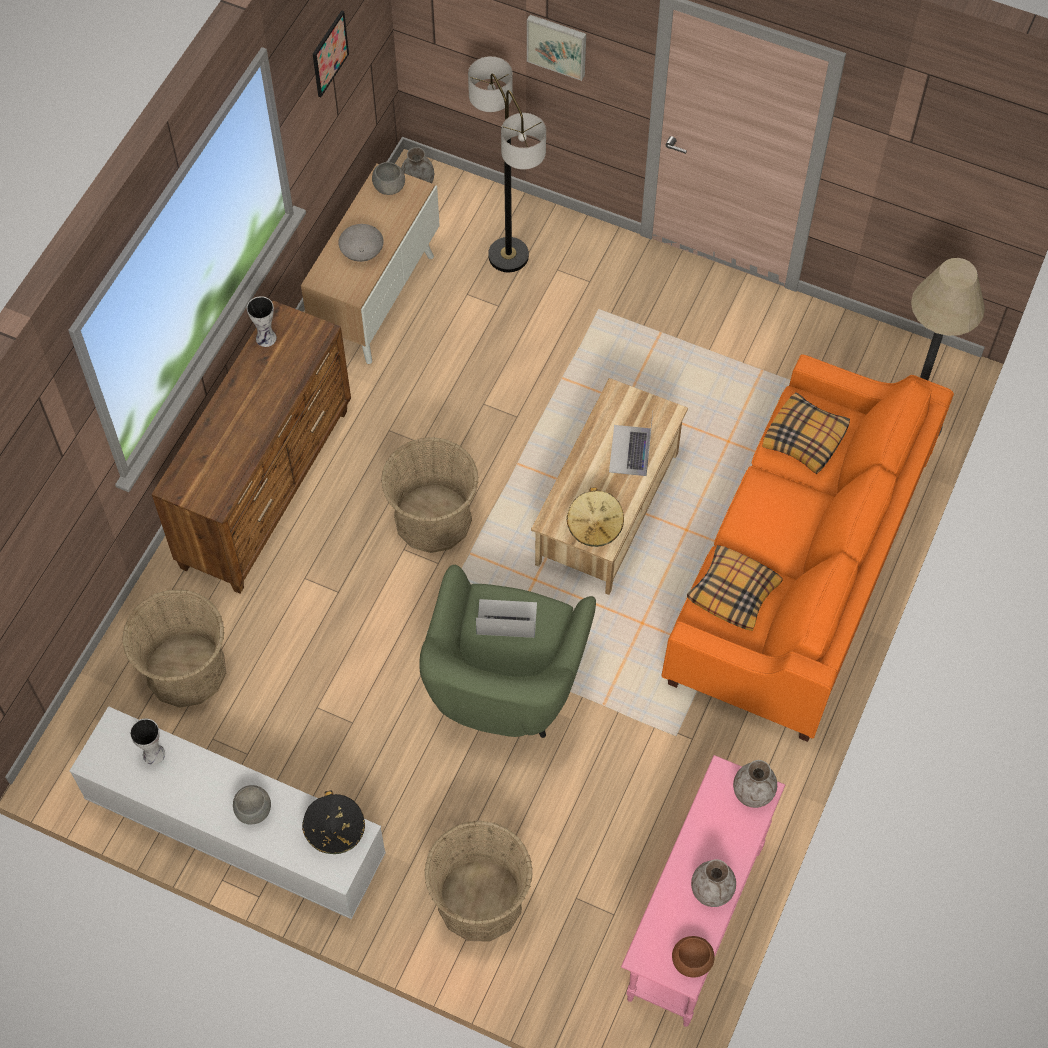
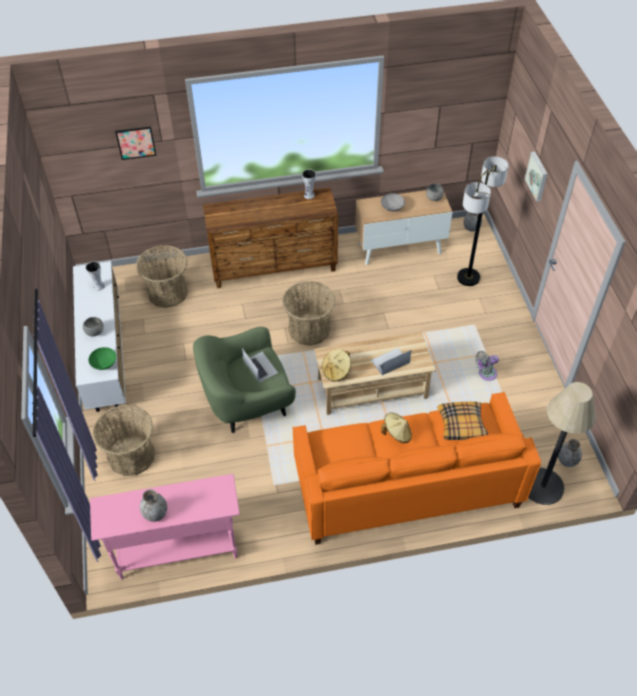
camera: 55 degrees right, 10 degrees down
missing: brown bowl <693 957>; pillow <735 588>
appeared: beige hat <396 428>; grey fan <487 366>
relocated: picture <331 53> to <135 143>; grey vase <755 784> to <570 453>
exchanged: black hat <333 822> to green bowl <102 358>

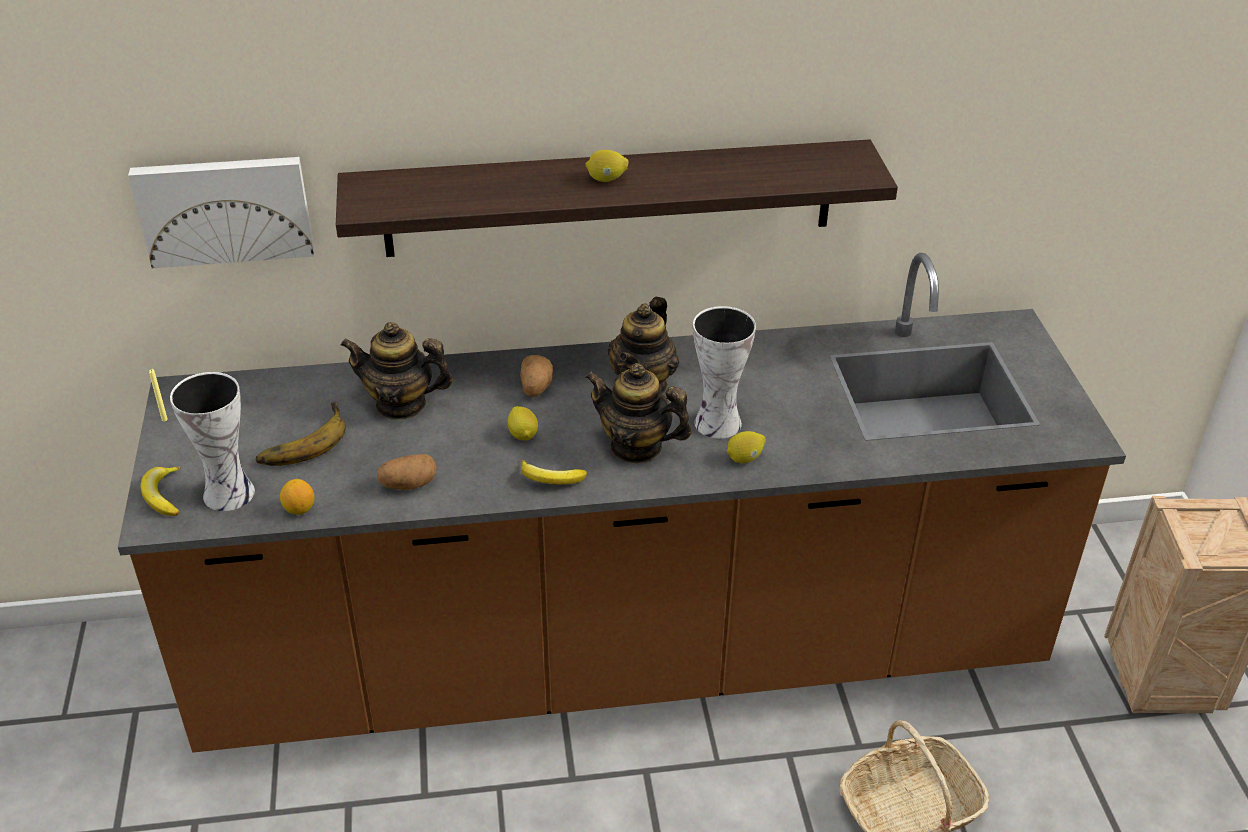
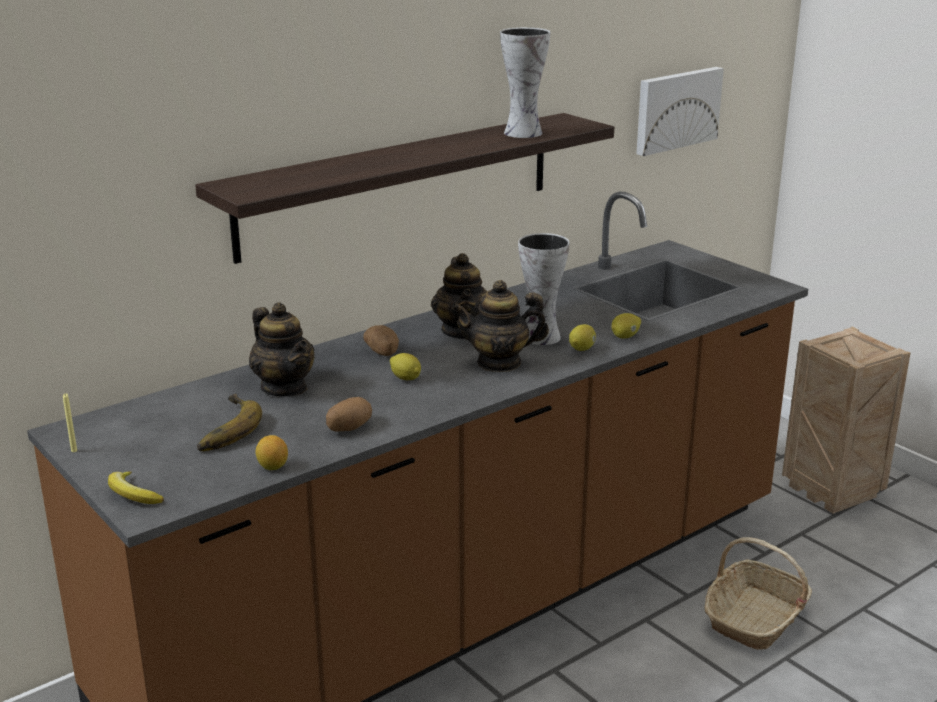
camera: 30 degrees left, 15 degrees down
missing: banana <554 472>
relocated: picture <221 212> to <680 111>; vase <212 441> to <525 82>; lemon <606 166> to <626 326>
spun: teapot <396 371> = <282 350> 105 degrees counterclockwise

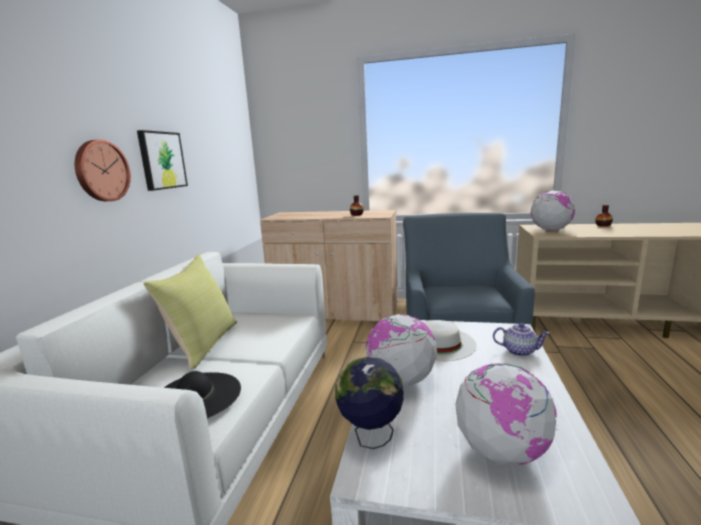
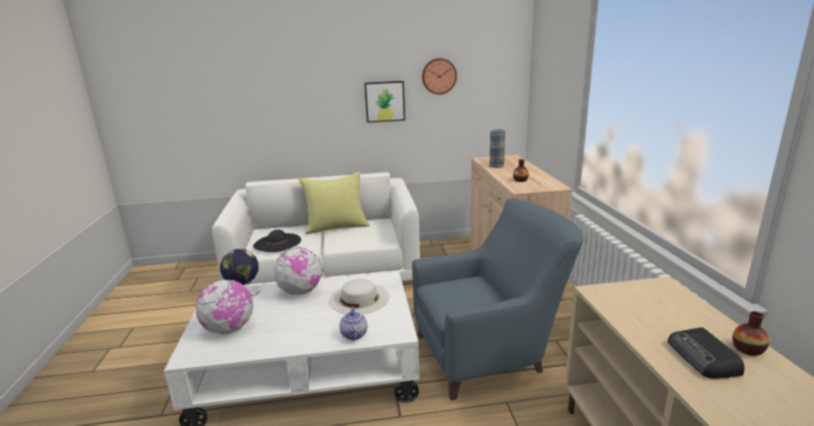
camera: 70 degrees right, 5 degrees up
missing: globe <552 211>
appeared: vase <497 148>; radio <706 353>
relocated: wall clock <103 170> to <439 76>

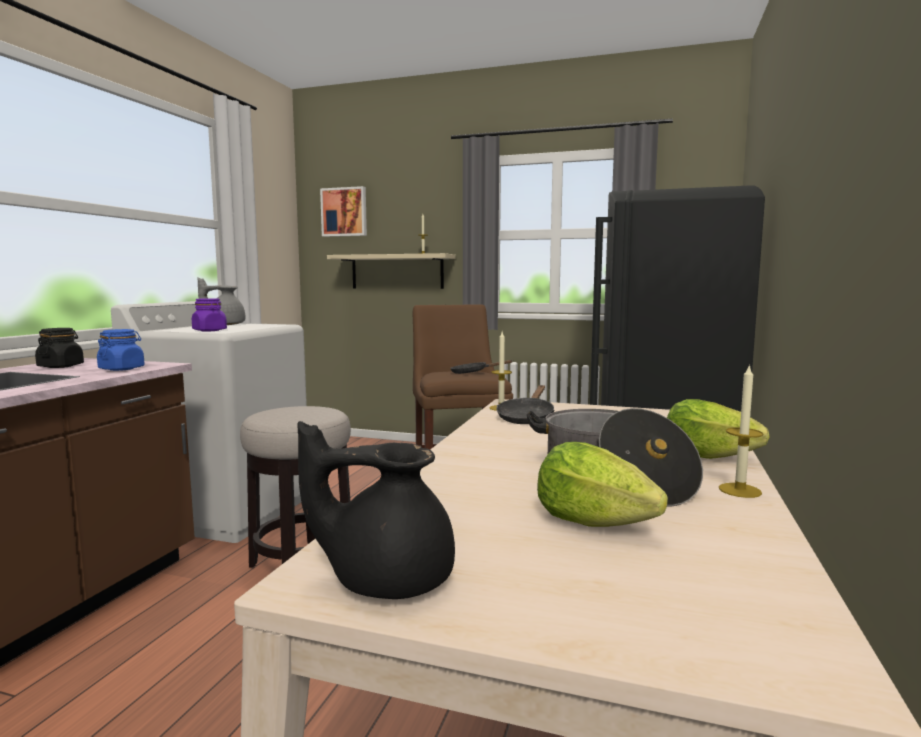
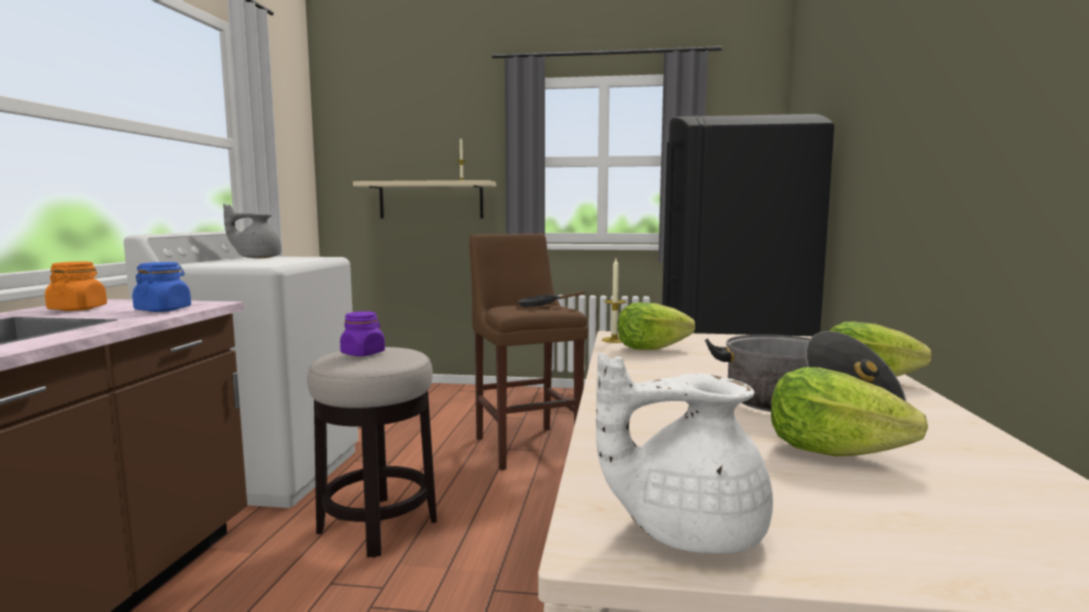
camera: 10 degrees left, 0 degrees up
missing: picture <343 211>; candle <741 431>
relocated: purple jar <209 314> to <362 333>
exchanged: black frying pan <525 404> to lettuce <656 326>
colour: black jar <59 348> to orange jar <76 286>; black teapot <376 510> to white teapot <684 453>

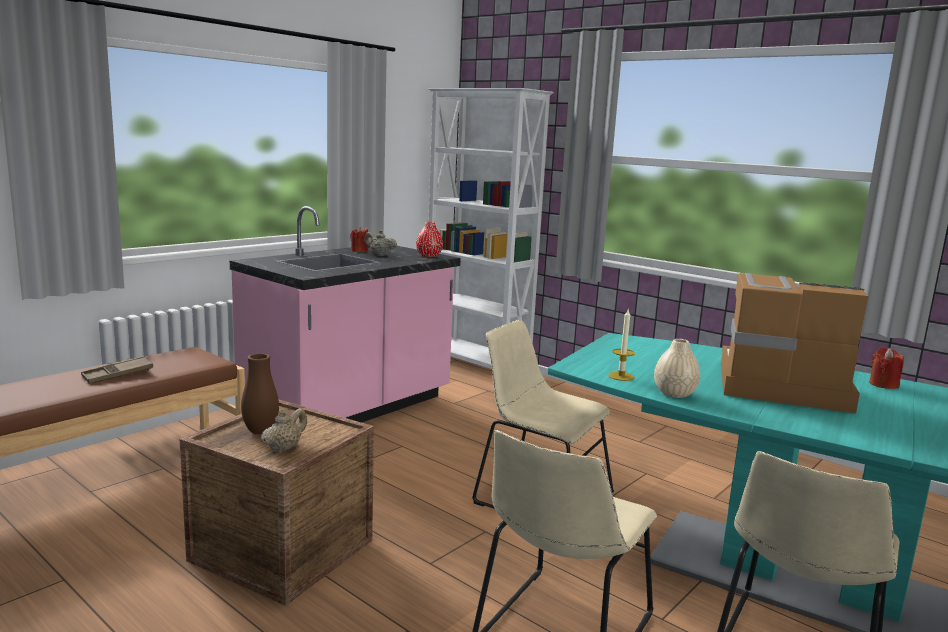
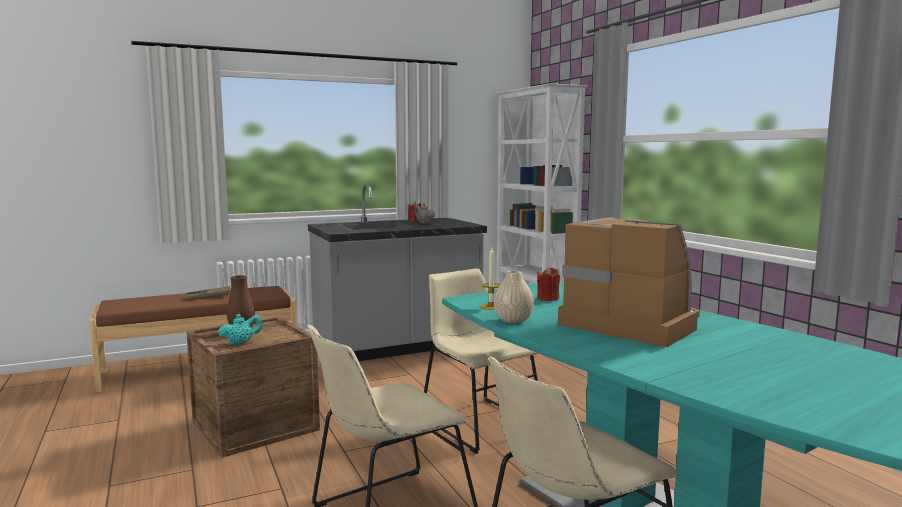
camera: 25 degrees right, 5 degrees down
missing: red vase <429 239>
relocated: red candle <886 368> to <548 284>
colour: pink counter <345 314> to grey counter <397 272>; beige teapot <284 430> to turquoise teapot <240 329>

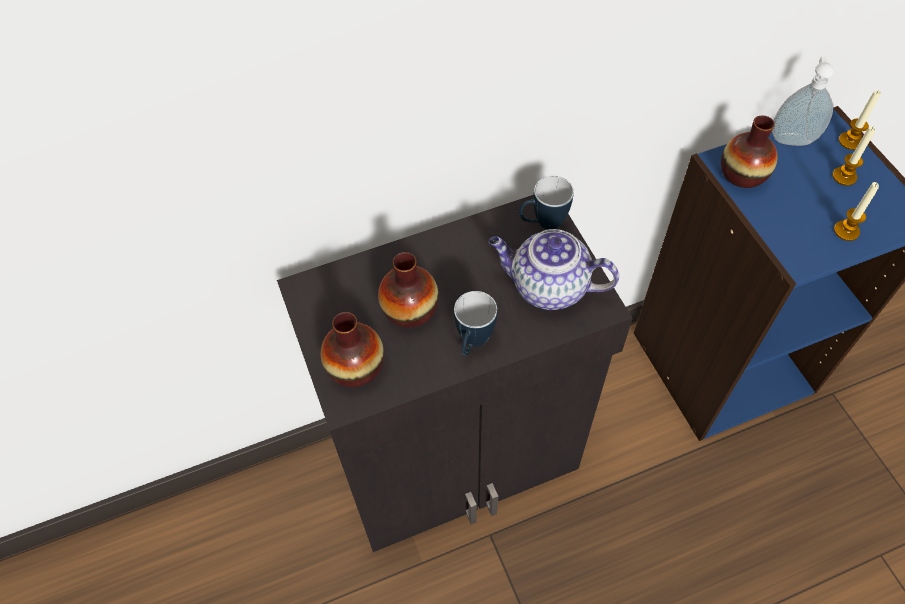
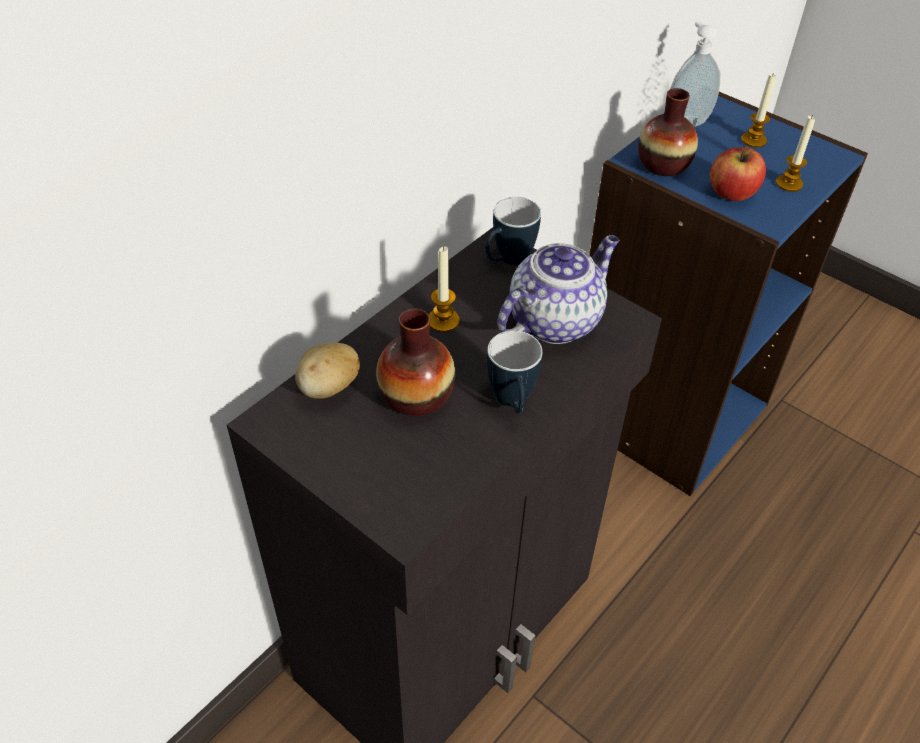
camera: 30 degrees left, 10 degrees down
missing: vase <352 349>
appeared: potato <327 371>; apple <738 173>
relocated: candle <860 120> to <444 289>
spun: teapot <554 269> = <558 289> 150 degrees clockwise

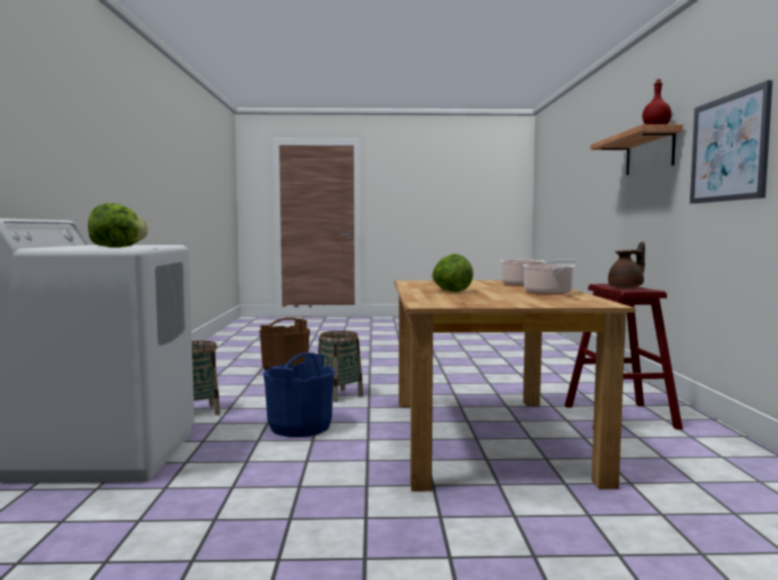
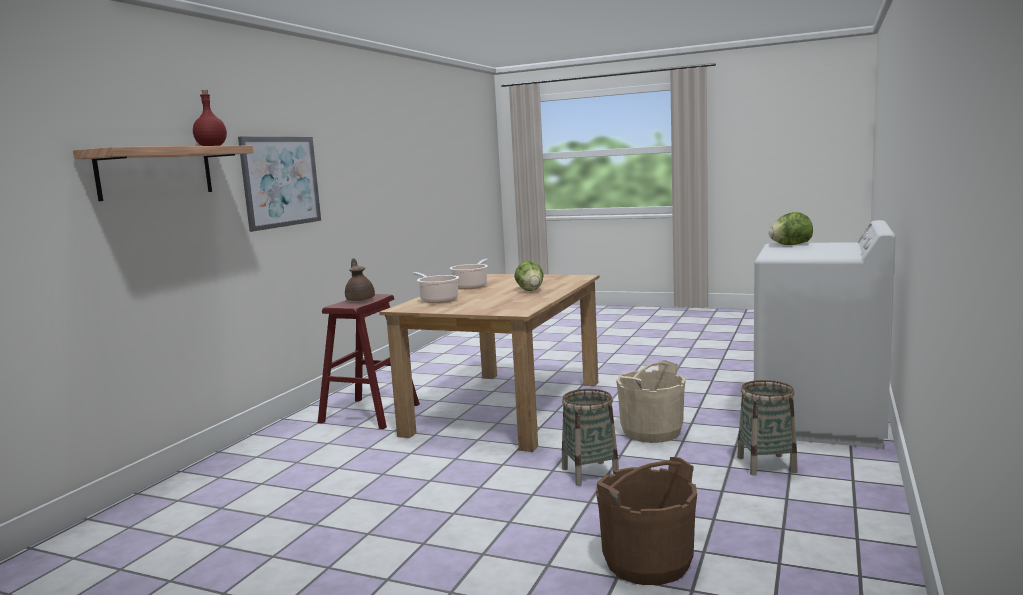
camera: 155 degrees left, 5 degrees up
colour: blue bucket <298 394> to beige bucket <651 401>
spun: brown teapot <626 265> = <360 279> 75 degrees clockwise

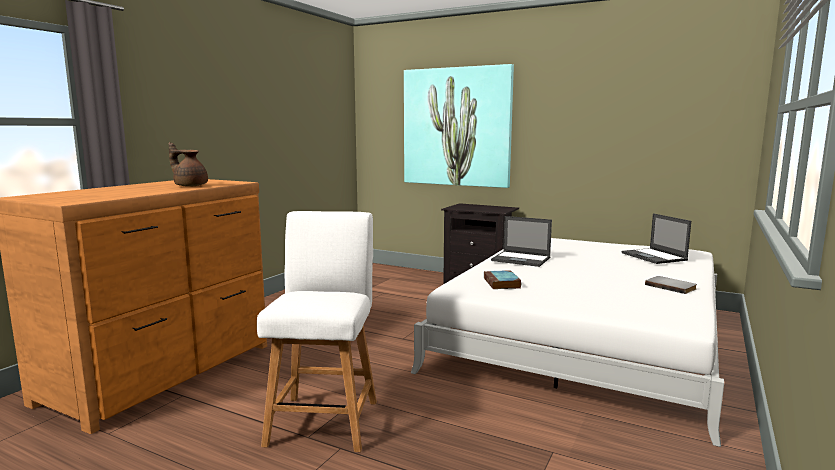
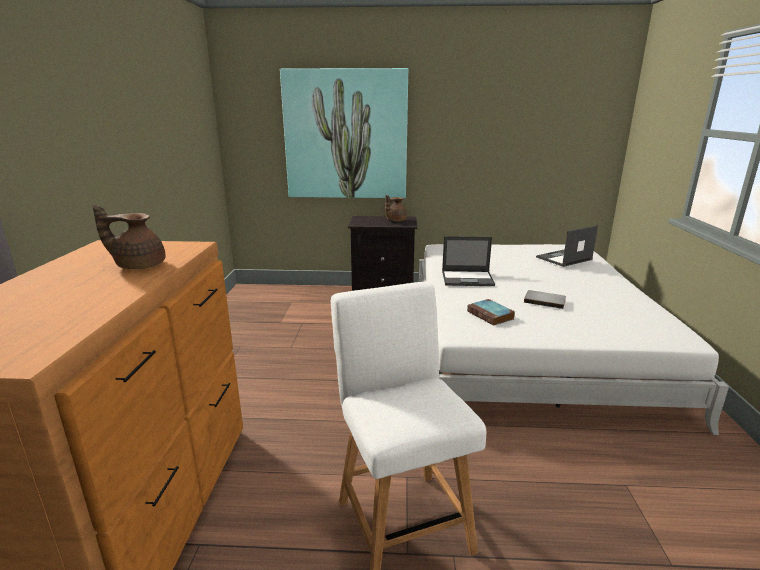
camera: 25 degrees left, 10 degrees up
appeared: brown teapot <396 208>
relocated: grey book <671 285> to <545 299>
spun: laptop <656 238> = <567 246> 105 degrees clockwise

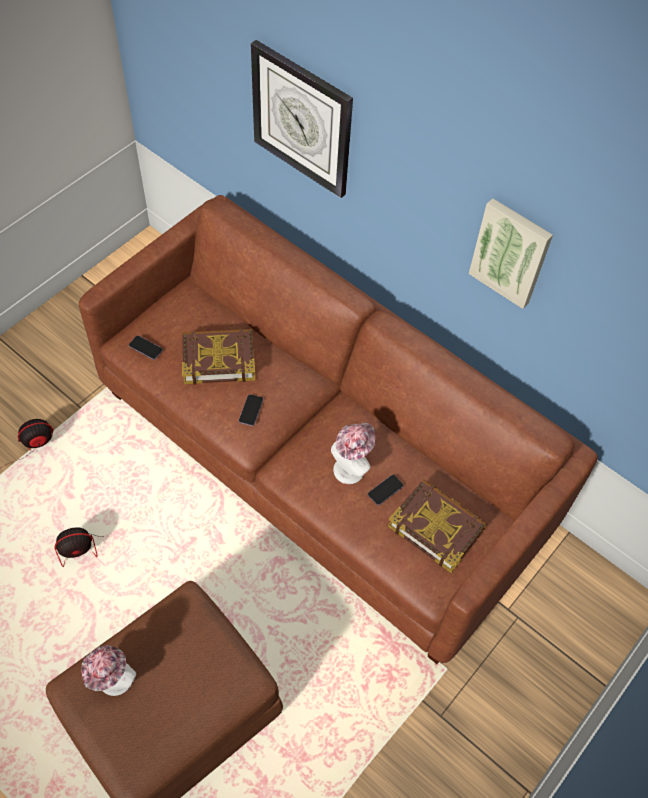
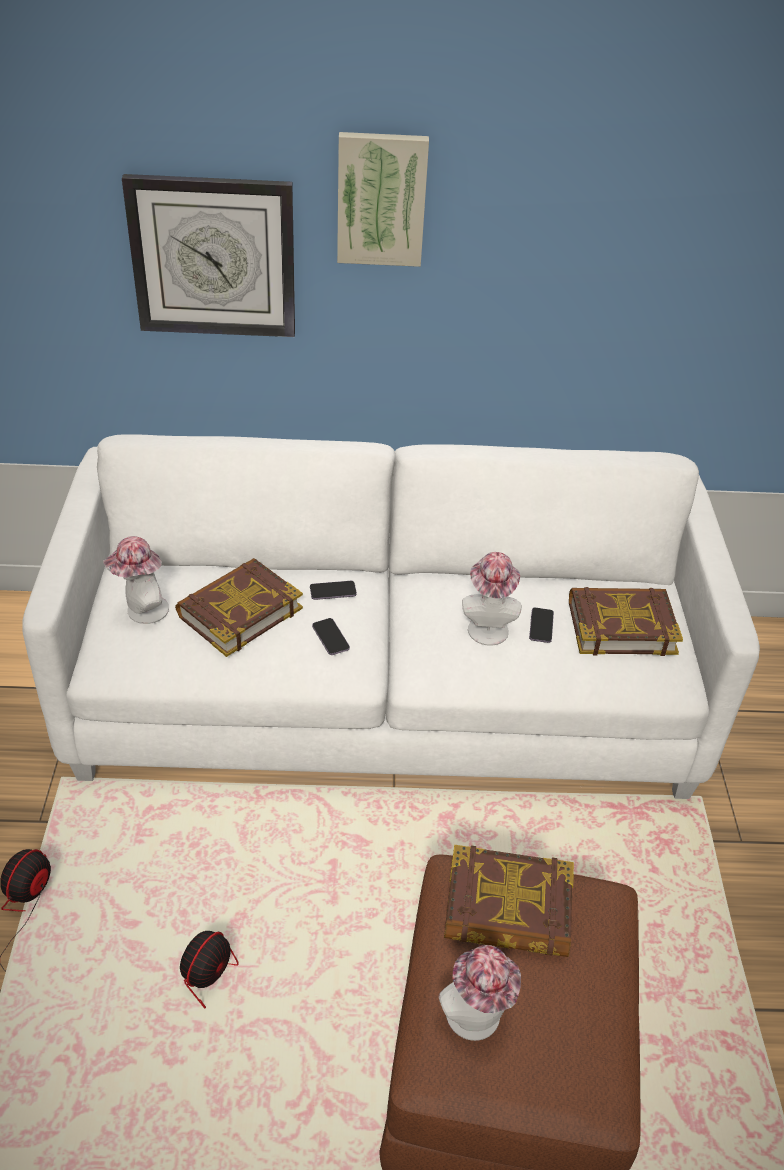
camera: 40 degrees left, 15 degrees down
appeared: hat <136 580>; book <509 901>
relocated: phone <146 348> to <333 590>; picture <511 253> to <383 199>
colour: brown sofa <338 429> to white sofa <391 616>

